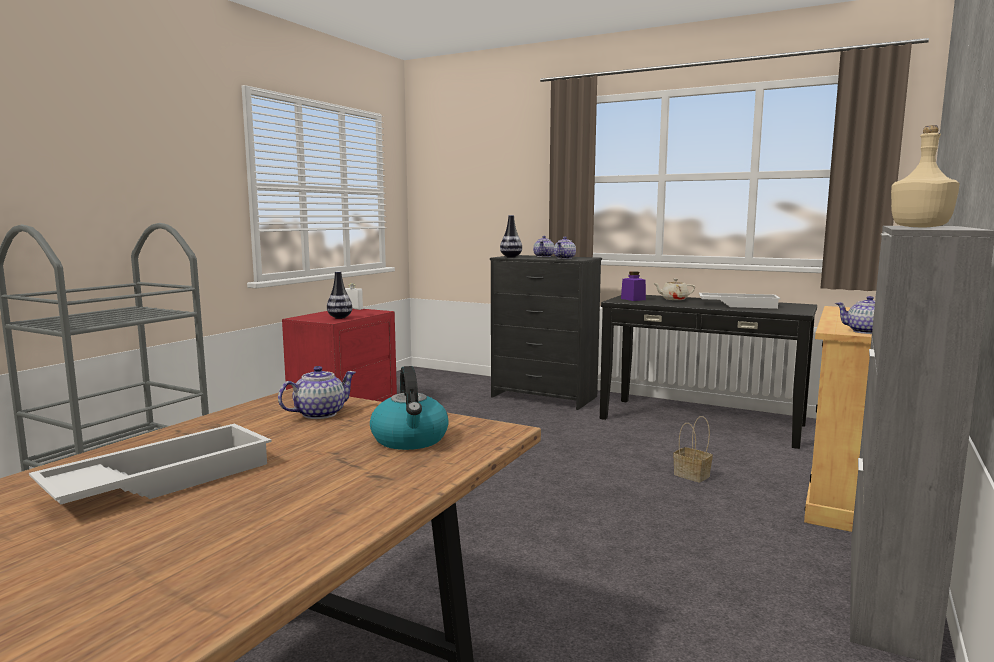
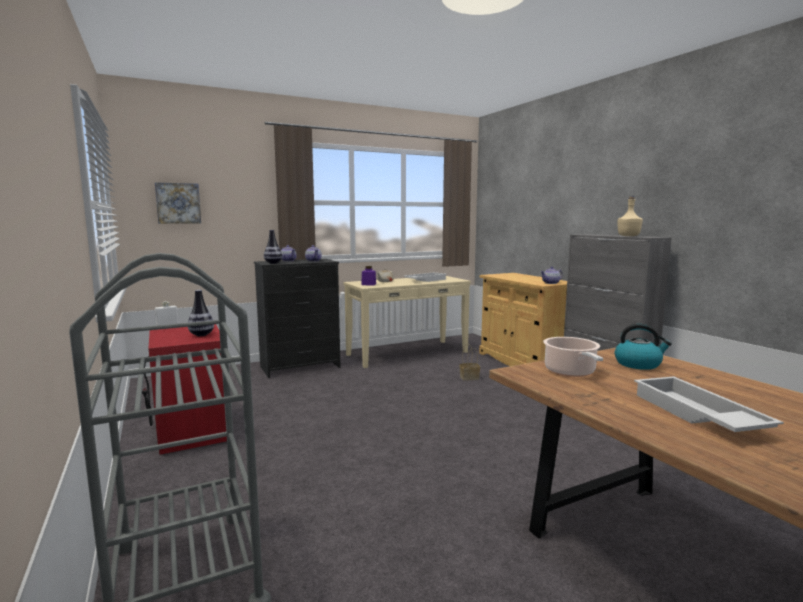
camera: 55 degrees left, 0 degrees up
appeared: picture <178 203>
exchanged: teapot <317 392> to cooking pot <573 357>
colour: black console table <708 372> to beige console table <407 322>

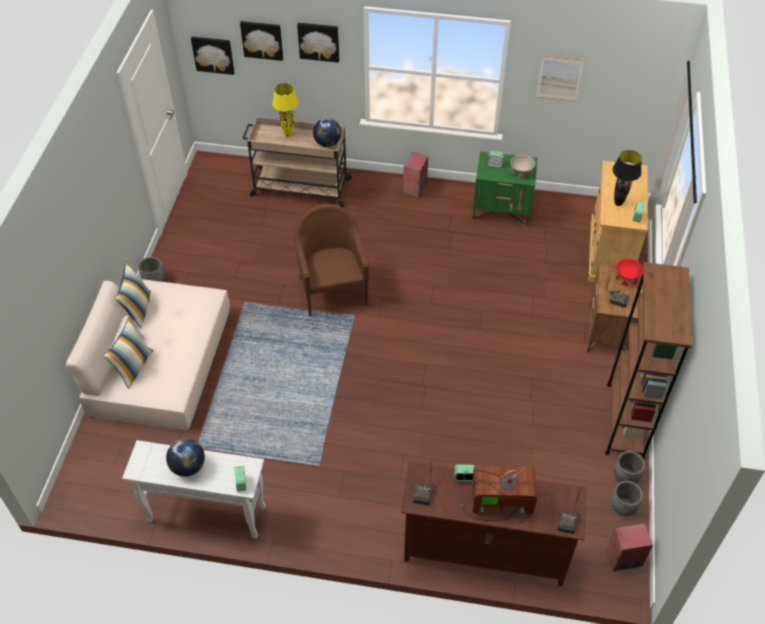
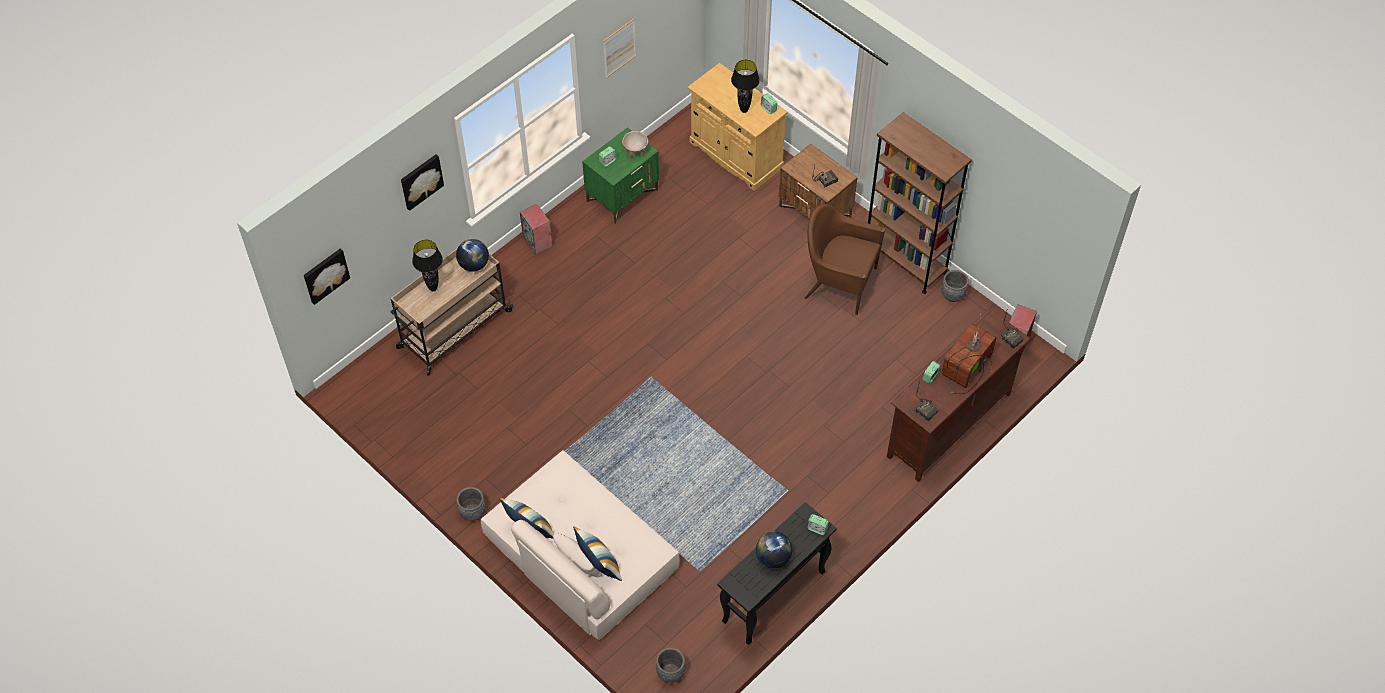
camera: 55 degrees left, 5 degrees up
missing: picture <261 41>; red bowl <629 272>
relocated: brown armchair <332 260> to <845 259>; grey planter <627 498> to <670 665>
colour: white console table <194 489> to black console table <777 573>; yellow table lamp <285 110> to black table lamp <427 265>

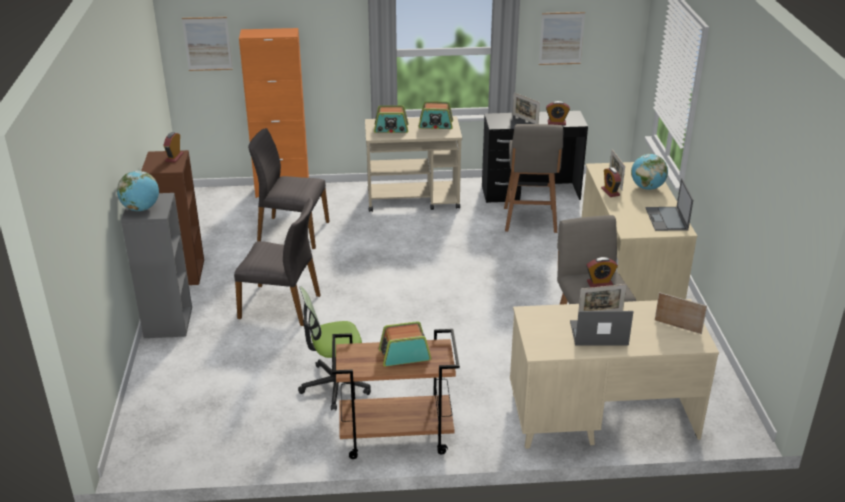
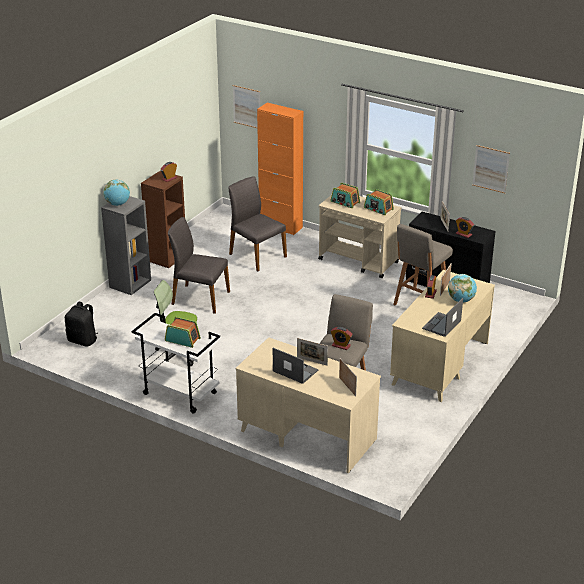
camera: 35 degrees right, 0 degrees up
appeared: black backpack <81 324>
colour: brown cart <396 394> to white cart <175 363>
spun: grey chair <277 262> = <199 265> 150 degrees clockwise

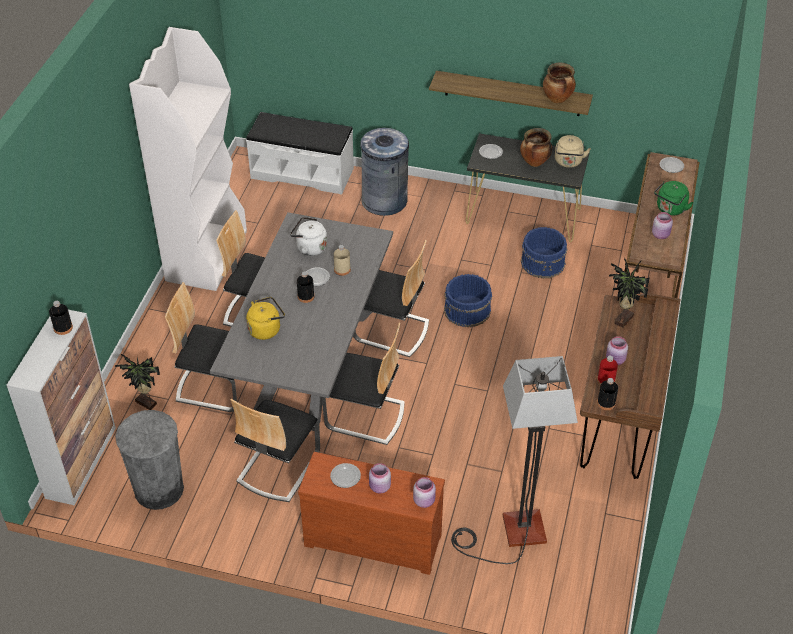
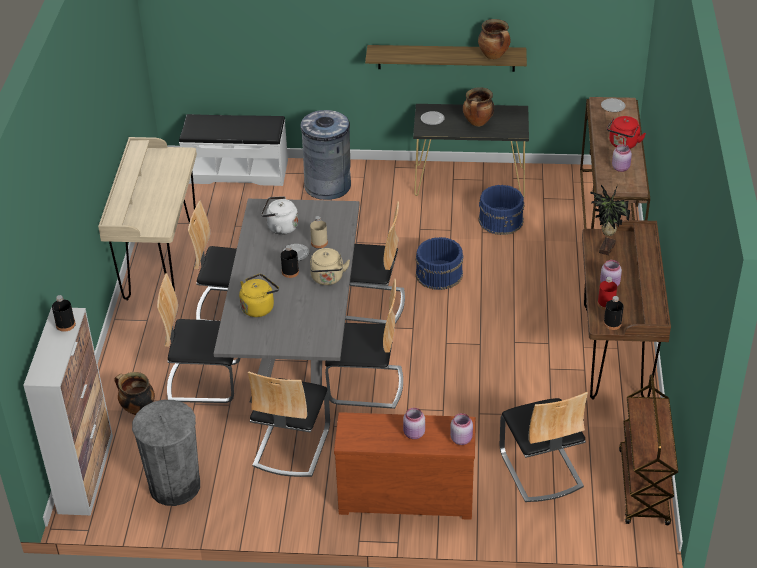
camera: 10 degrees left, 5 degrees down
missing: plate <345 475>
appeared: brown cart <648 449>
relocated: beige kettle <573 151> to <330 266>
exchanged: potted plant <137 382> to cooking pot <134 393>; white bookcase <188 159> to beige desk <147 219>; floor lamp <514 460> to chair <544 447>
colour: green kettle <674 198> to red kettle <626 132>

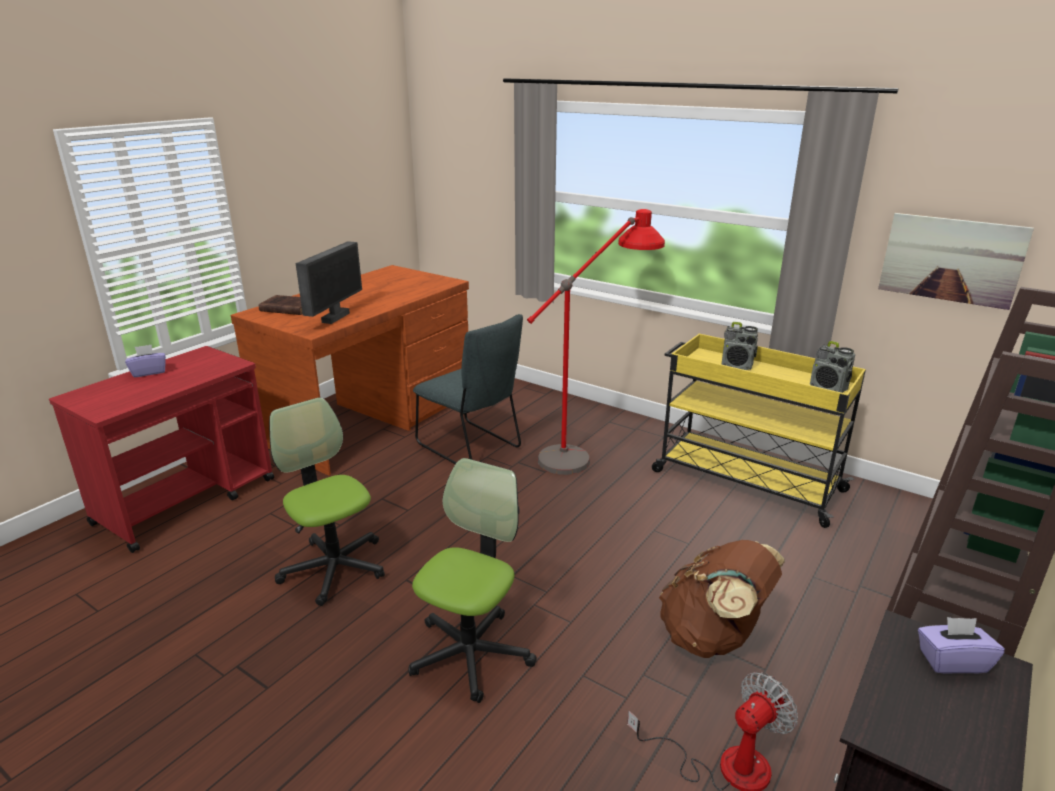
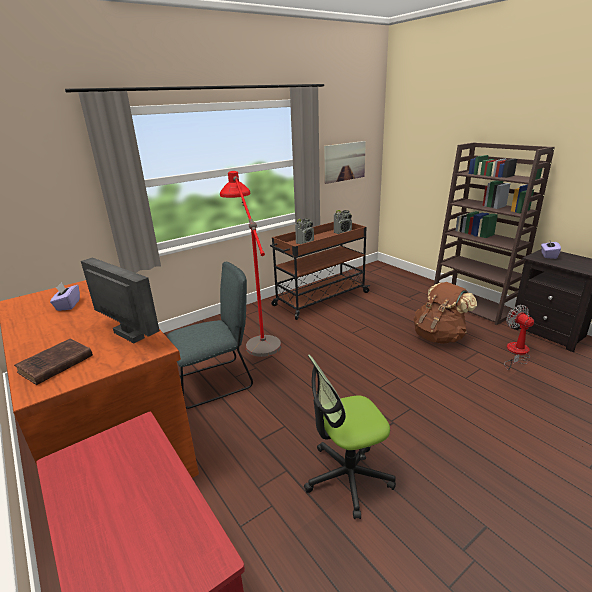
camera: 70 degrees left, 0 degrees up
missing: office chair <473 580>
relocated: purple tissue box <145 360> to <65 296>
colour: yellow cart <759 431> to brown cart <320 271>

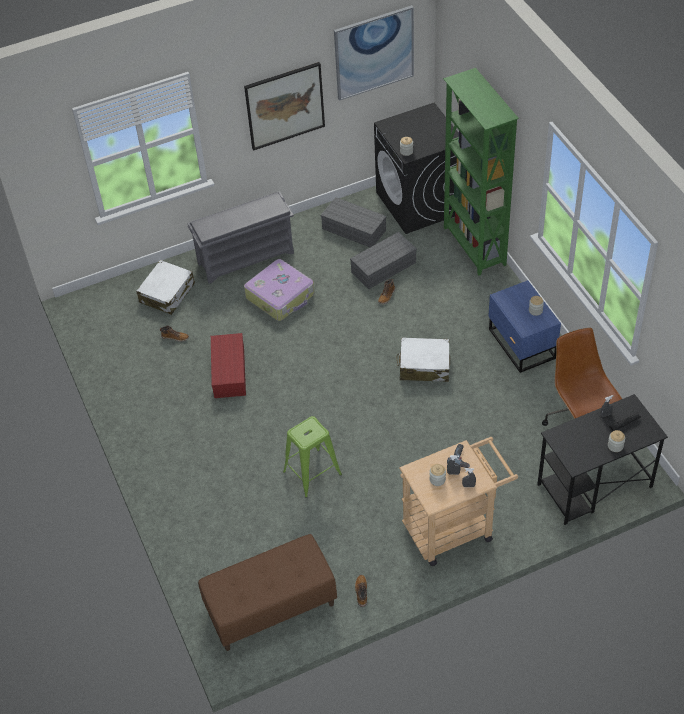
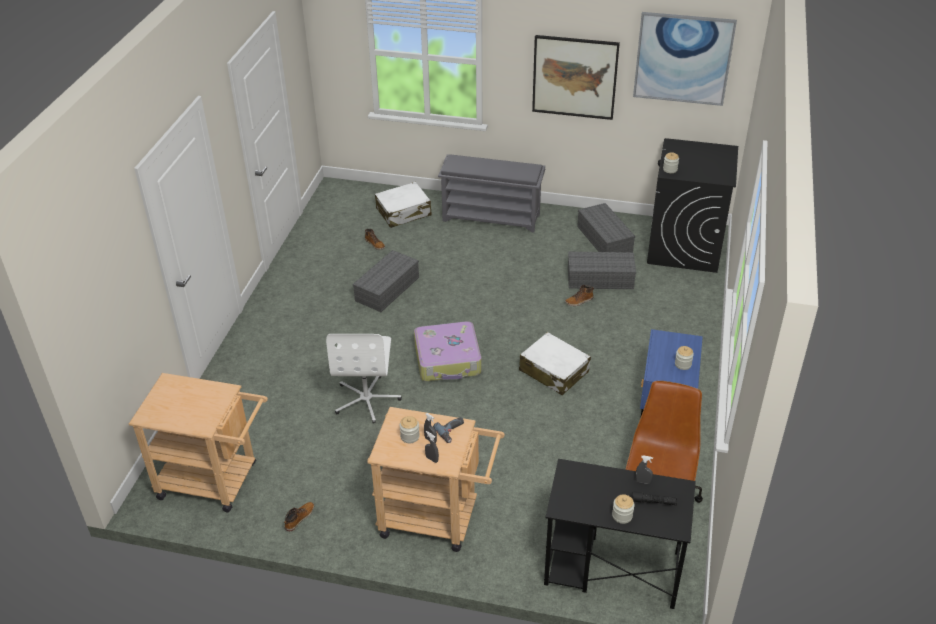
camera: 35 degrees right, 10 degrees down
missing: green bookcase <481 172>
relocated: suitcase <279 290> to <447 351>
exchanged: brown bench <267 592> to beige cart <198 443>; green stool <312 457> to white office chair <364 379>
colour: red storage box <228 365> to grey storage box <386 281>

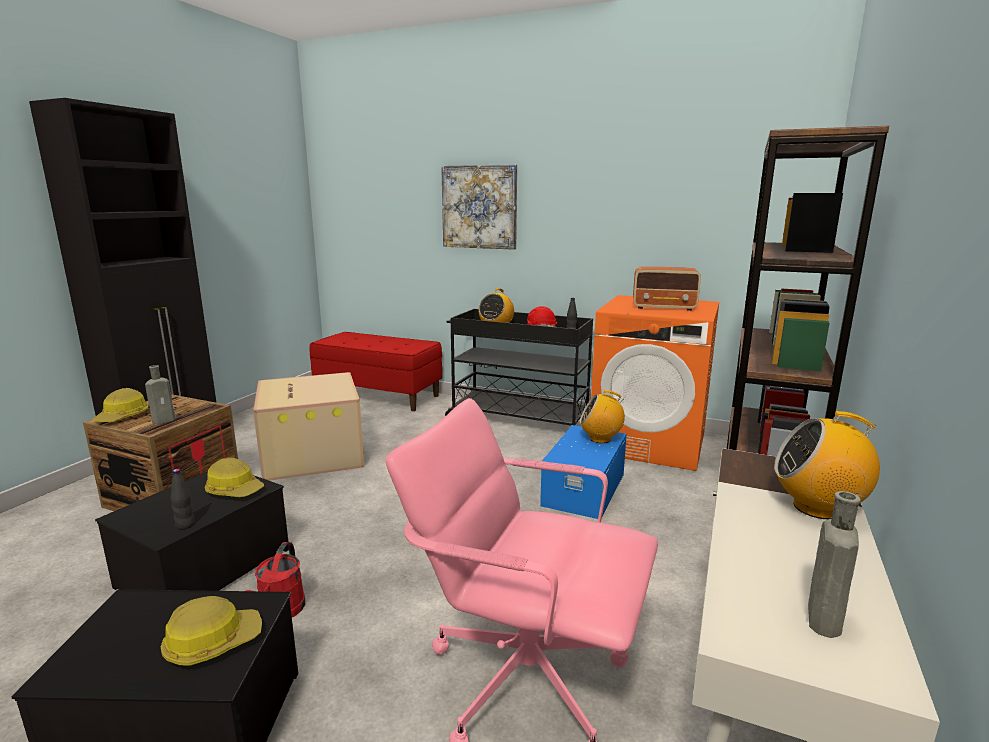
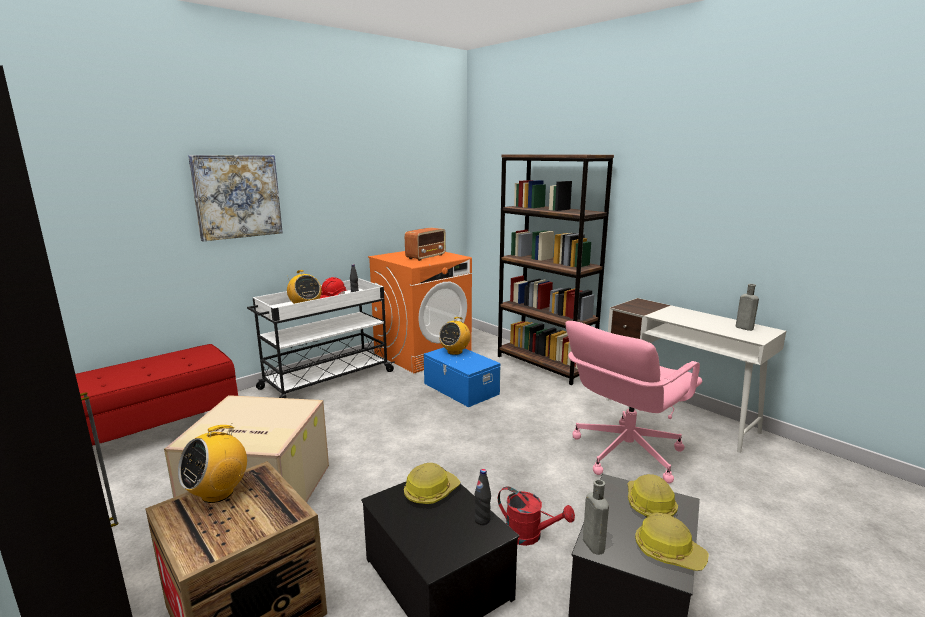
camera: 65 degrees left, 0 degrees up
relocated: hard hat <120 405> to <672 542>; grey bottle <160 394> to <596 517>; radio <827 465> to <212 463>
colour: black cart <519 367> to white cart <321 338>

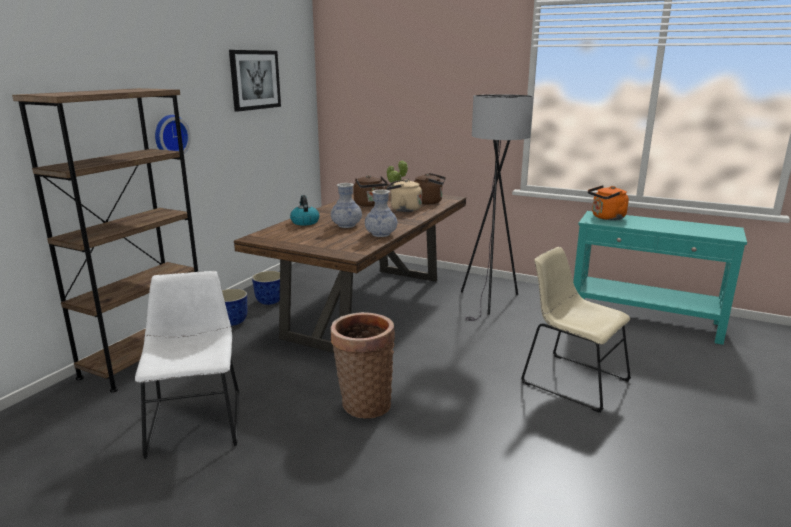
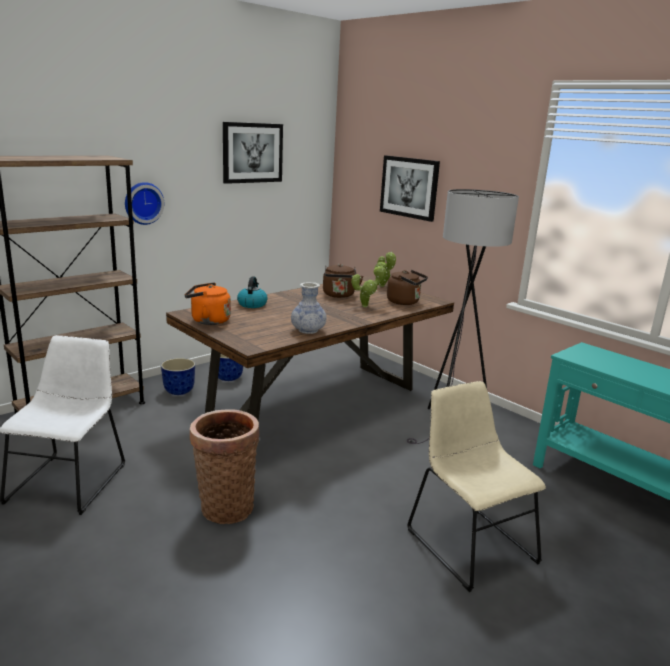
camera: 20 degrees right, 0 degrees up
missing: vase <346 205>
appeared: picture <410 188>
relocated: orange kettle <608 202> to <208 303>
exchanged: beige kettle <404 195> to potted plant <369 286>

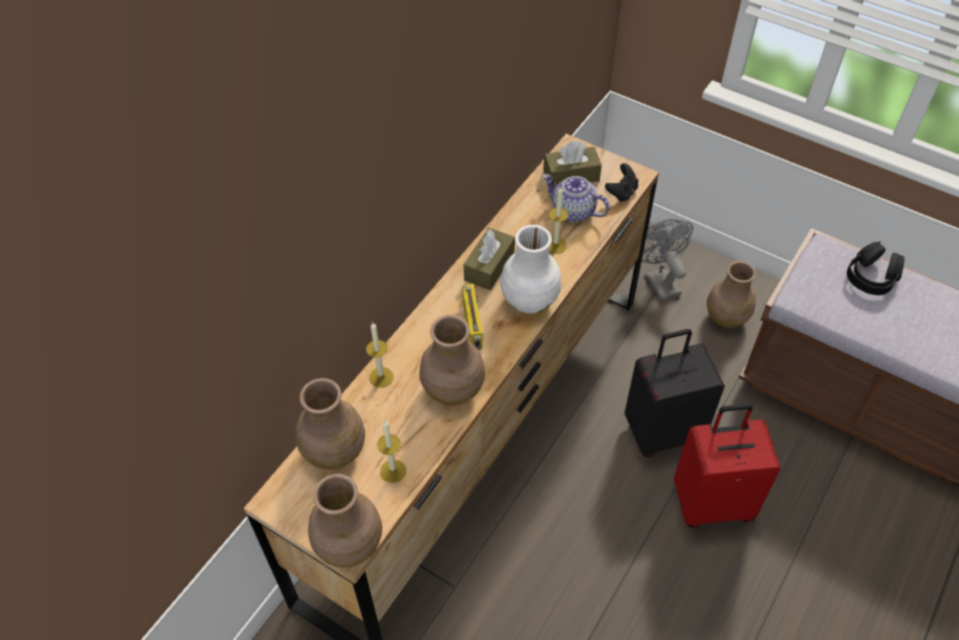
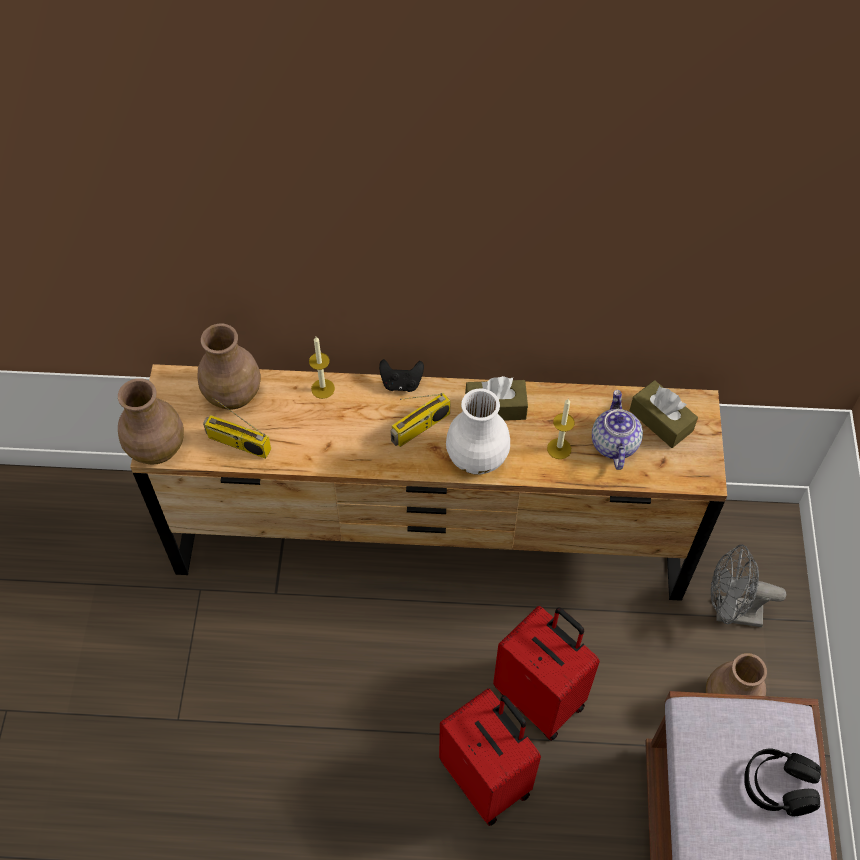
camera: 60 degrees right, 5 degrees up
missing: brown vase <452 360>
relocated: black game controller <622 182> to <401 375>
exchanged: candle <391 451> to radio <237 428>
colour: black suitcase <675 393> to red suitcase <546 673>
spun: grey fan <667 260> = <748 585> 120 degrees counterclockwise

